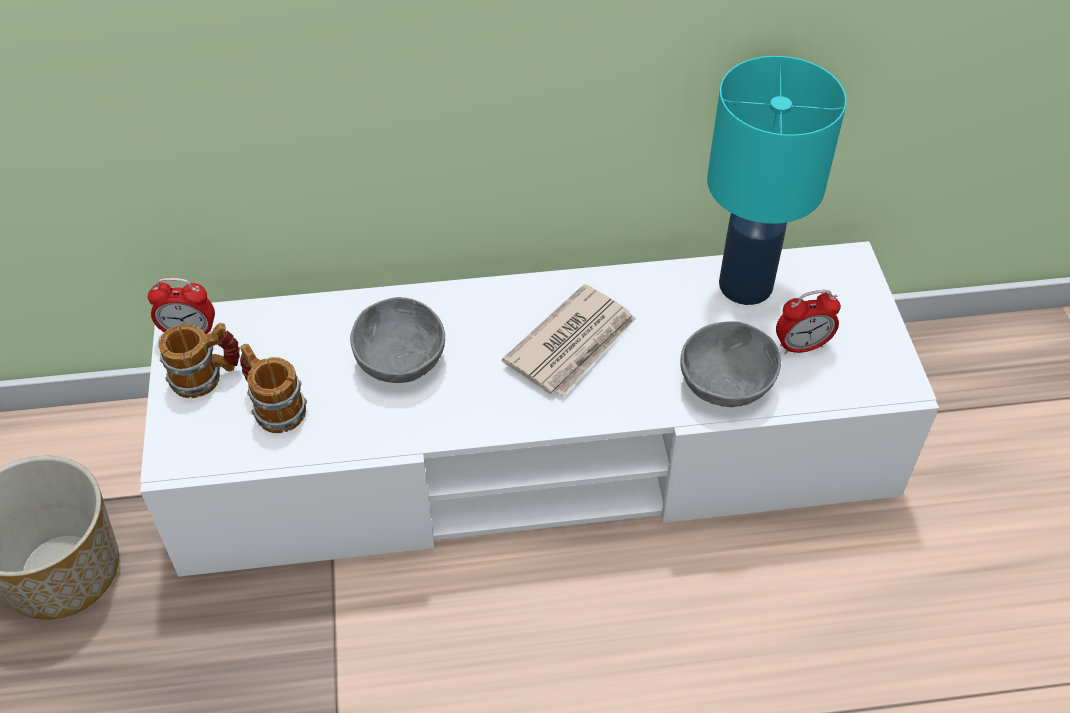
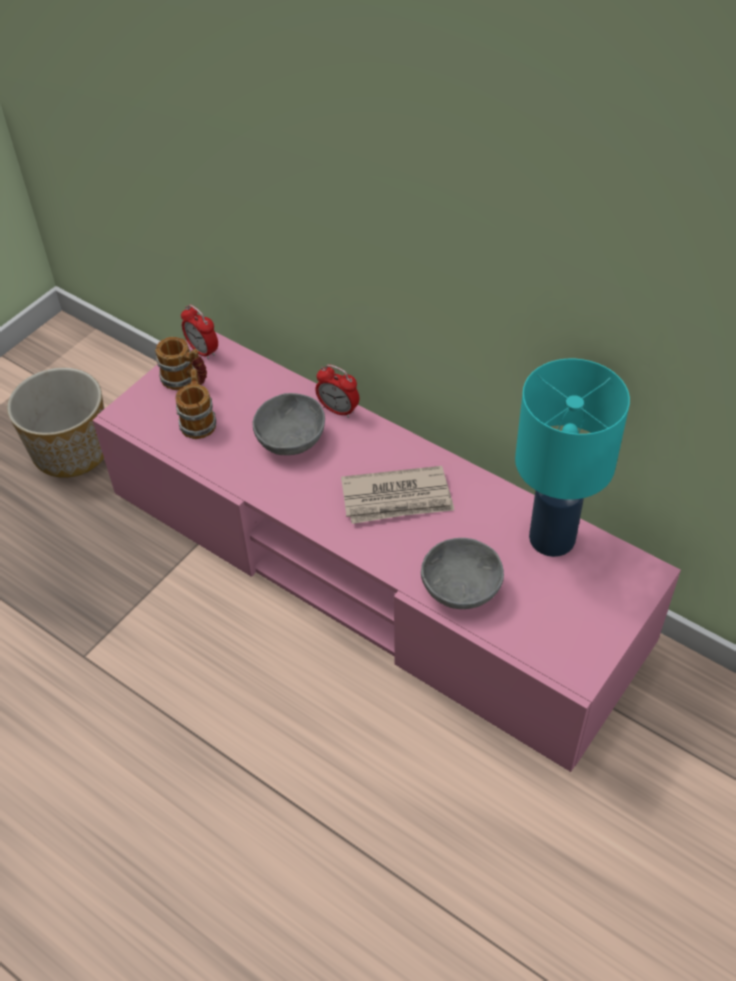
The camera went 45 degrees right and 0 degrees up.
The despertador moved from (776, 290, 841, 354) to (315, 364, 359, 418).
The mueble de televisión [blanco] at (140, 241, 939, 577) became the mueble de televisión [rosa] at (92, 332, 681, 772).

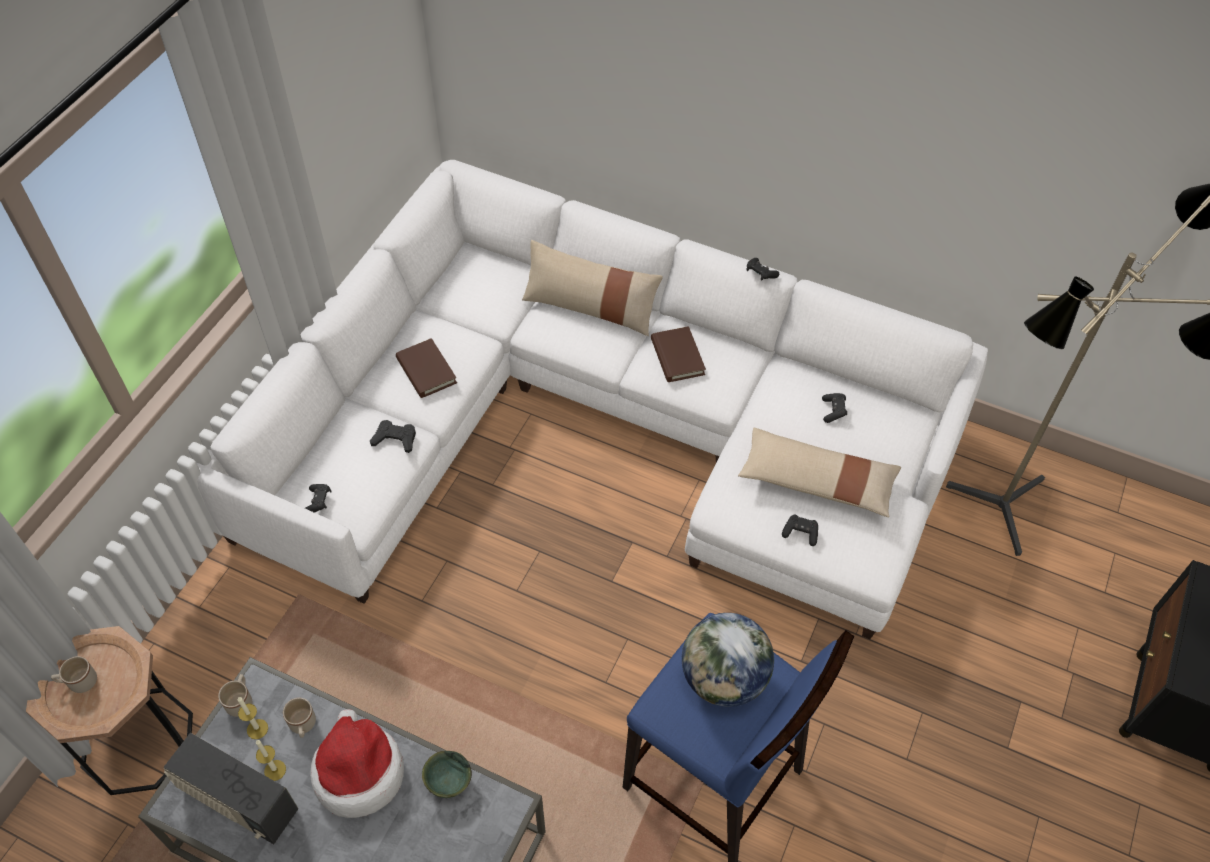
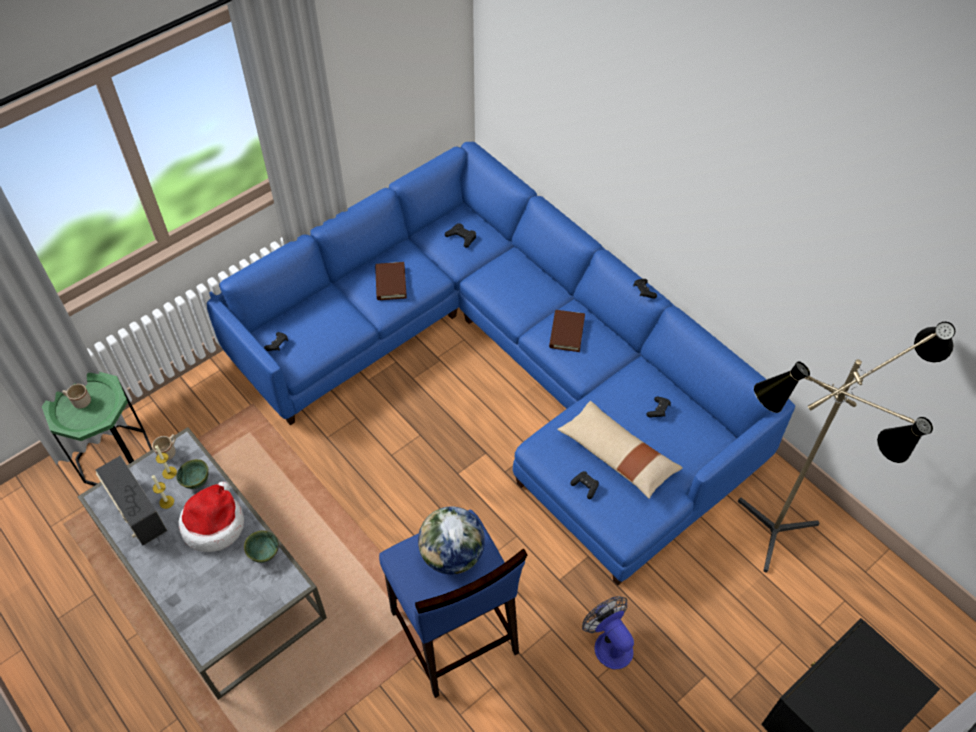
The camera went 25 degrees right and 0 degrees up.
The cojín [beis] at (522, 240, 663, 336) disappeared.
The ventilador at (582, 596, 634, 669) appeared.
The mando de consola [negro] moved from (370, 420, 416, 453) to (445, 223, 476, 248).
The taza grande [beis] at (283, 698, 316, 738) was replaced by the cuenco [verde] at (176, 459, 208, 489).
The mesa auxiliar [marrón] at (26, 626, 193, 795) became the mesa auxiliar [verde] at (42, 372, 152, 486).
The sofá [blanco] at (197, 160, 988, 639) became the sofá [azul] at (207, 142, 795, 586).

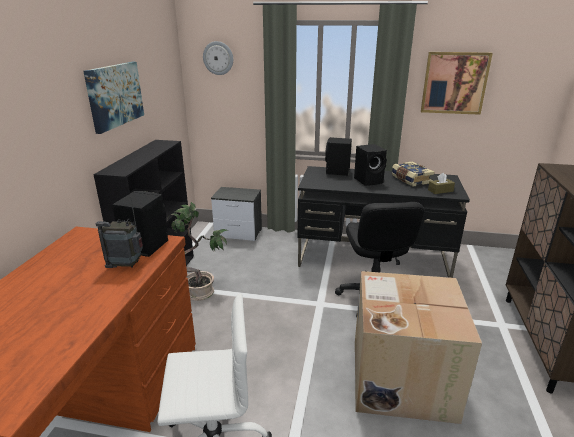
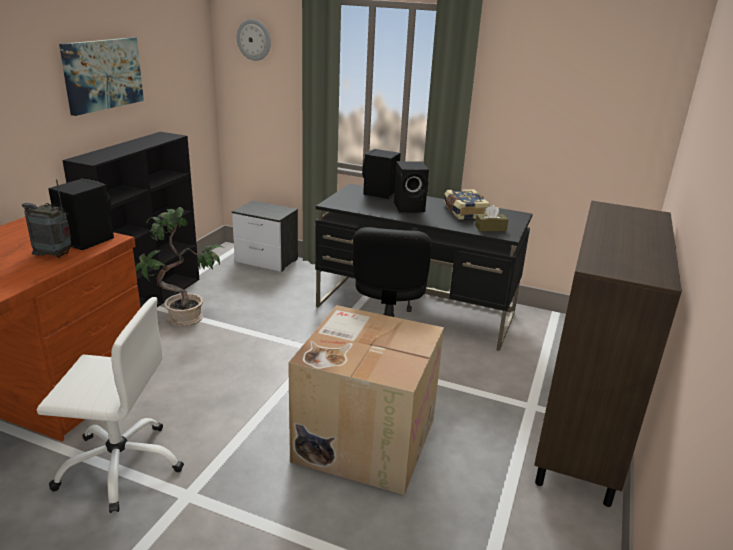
The camera went 10 degrees right and 0 degrees up.
The cuadro at (421, 52, 493, 115) disappeared.

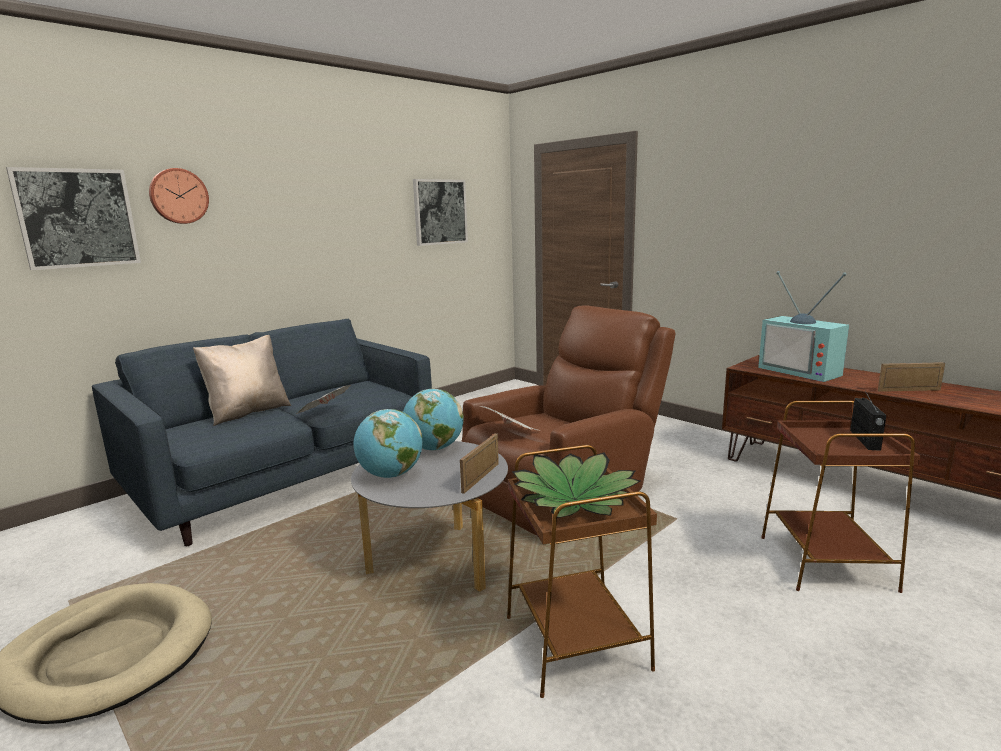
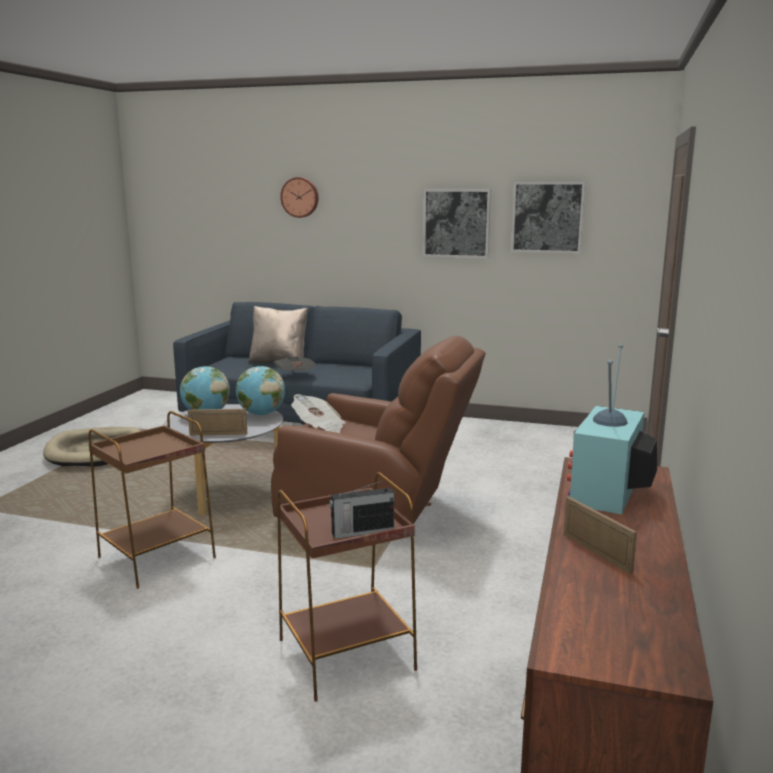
The camera went 60 degrees right and 0 degrees up.
The planta en maceta at (512, 452, 641, 518) disappeared.
The cuadro moved from (6, 167, 141, 270) to (423, 189, 491, 258).

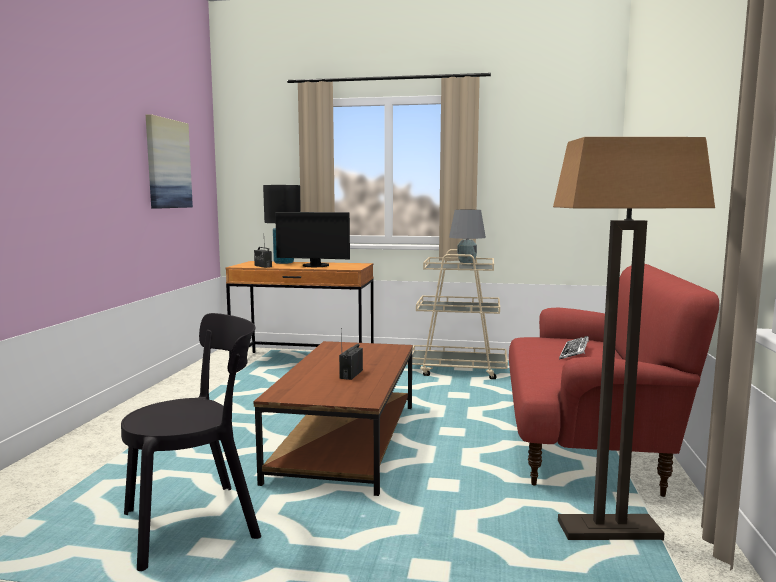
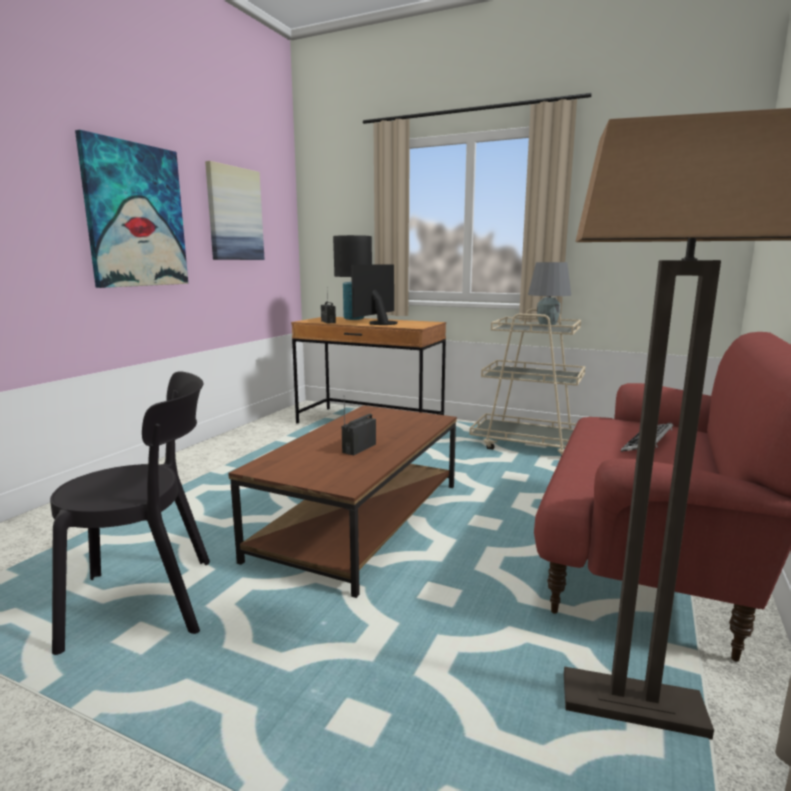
The camera went 15 degrees right and 5 degrees up.
The cuadro at (75, 130, 188, 288) appeared.
The monitor at (275, 212, 350, 267) turned 90 degrees clockwise.

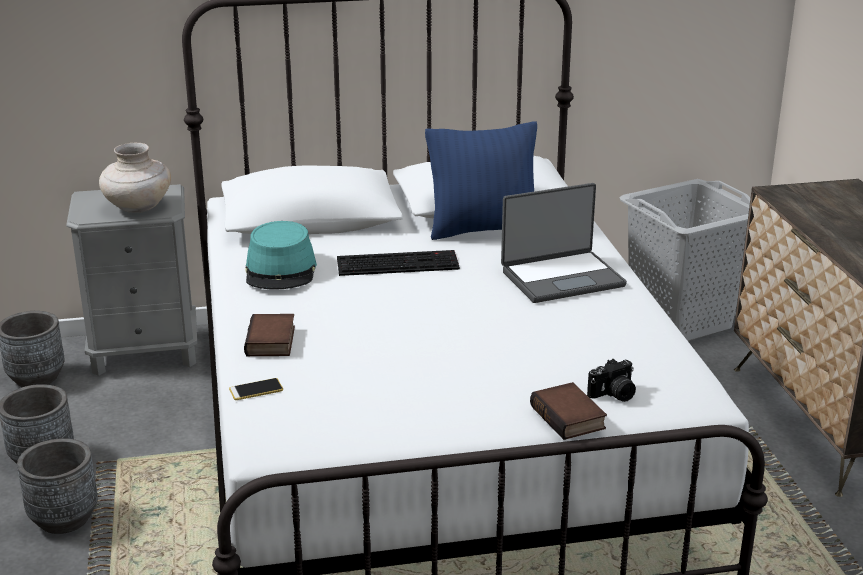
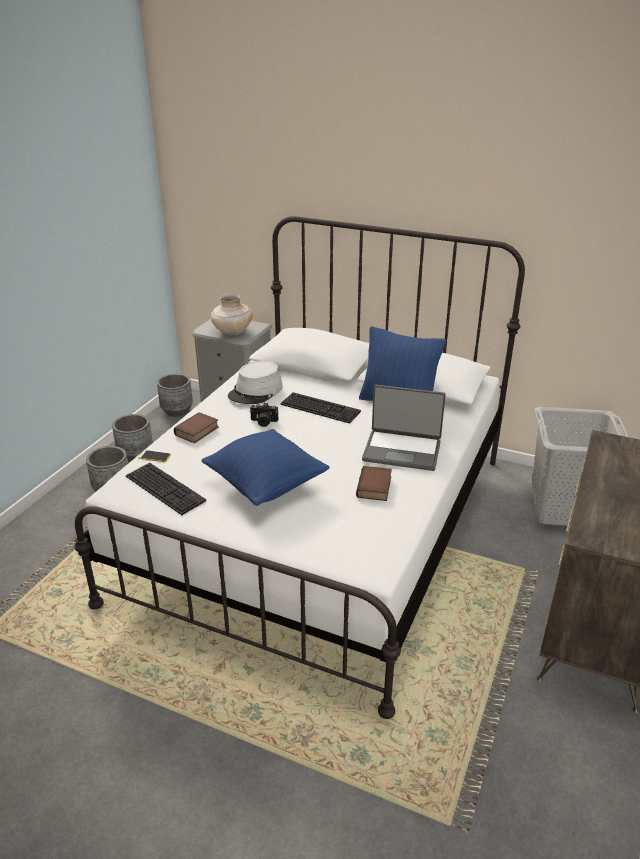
The camera went 35 degrees right and 5 degrees up.
The teclado at (126, 463, 206, 515) appeared.
The cojín [azul] at (201, 429, 330, 506) appeared.
The libro moved from (530, 382, 607, 440) to (356, 466, 392, 501).
The cámara moved from (587, 359, 636, 402) to (250, 403, 278, 427).
The sombrero [turquesa] at (245, 221, 317, 290) became the sombrero [gris] at (228, 361, 283, 404).

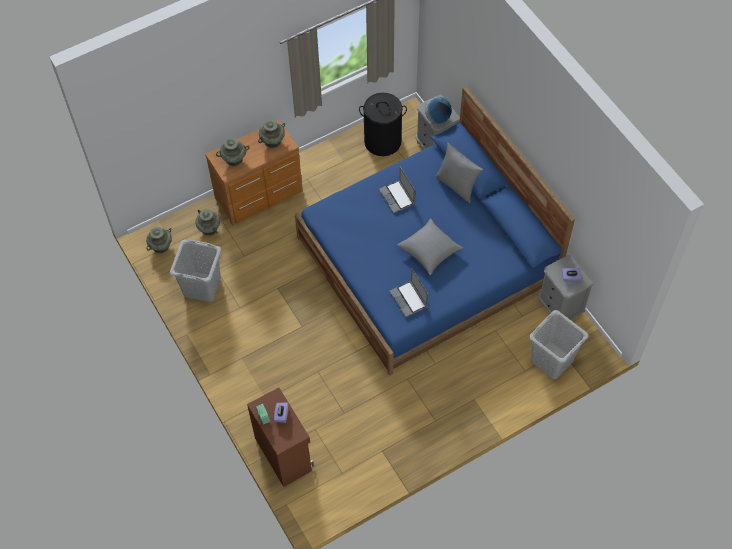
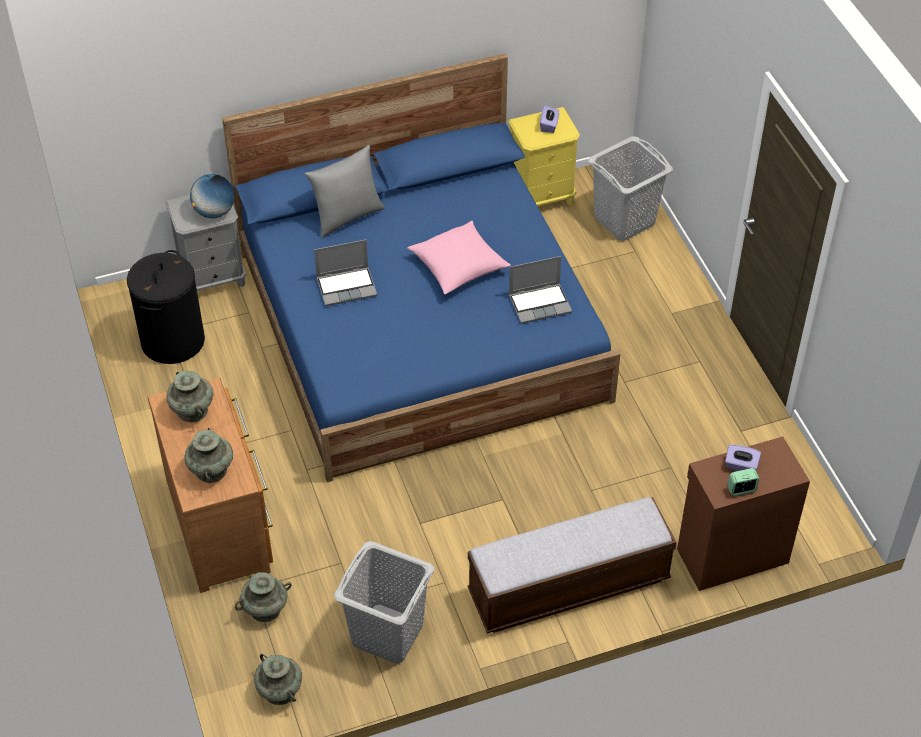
The camera went 80 degrees left and 10 degrees down.
The banco at (468, 497, 677, 634) appeared.
The cojín [gris] at (397, 218, 463, 275) became the cojín [rosa] at (407, 221, 511, 294).
The mesita de noche [gris] at (538, 254, 593, 320) became the mesita de noche [amarillo] at (508, 107, 580, 206).

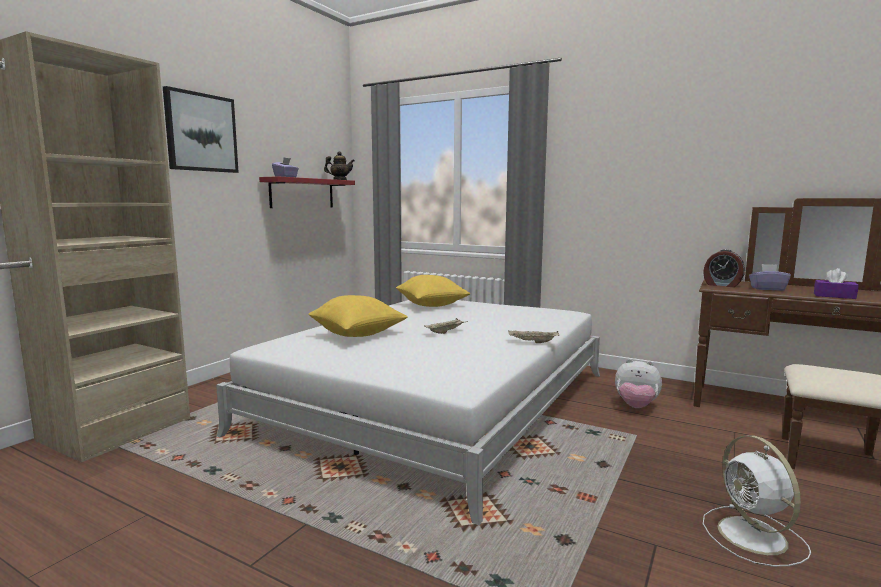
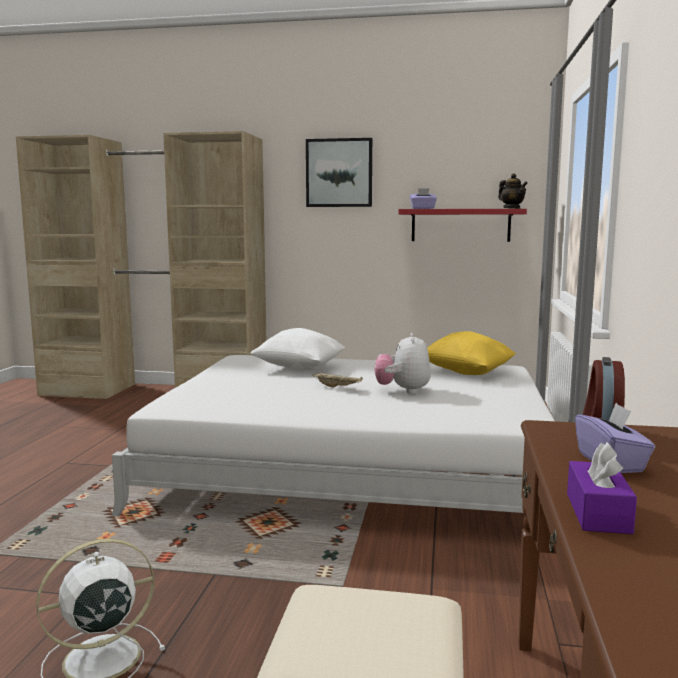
The camera went 70 degrees right and 0 degrees up.
The bandeja [beis] at (508, 331, 560, 343) disappeared.
The peluche moved from (615, 359, 662, 408) to (374, 333, 431, 394).
The cojín [amarillo] at (308, 295, 408, 337) became the cojín [blanco] at (250, 328, 345, 370).

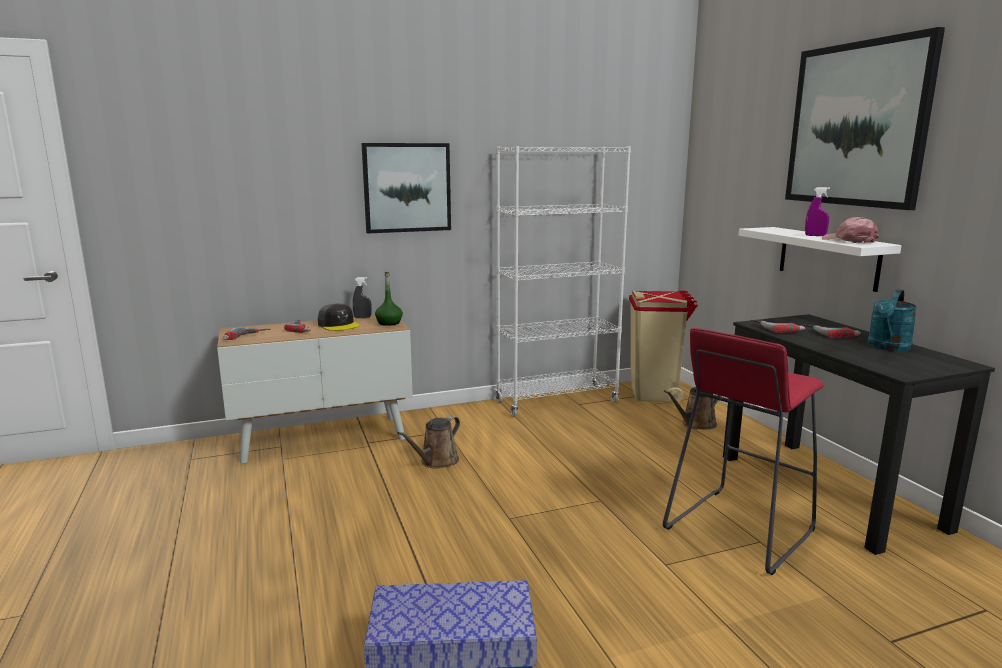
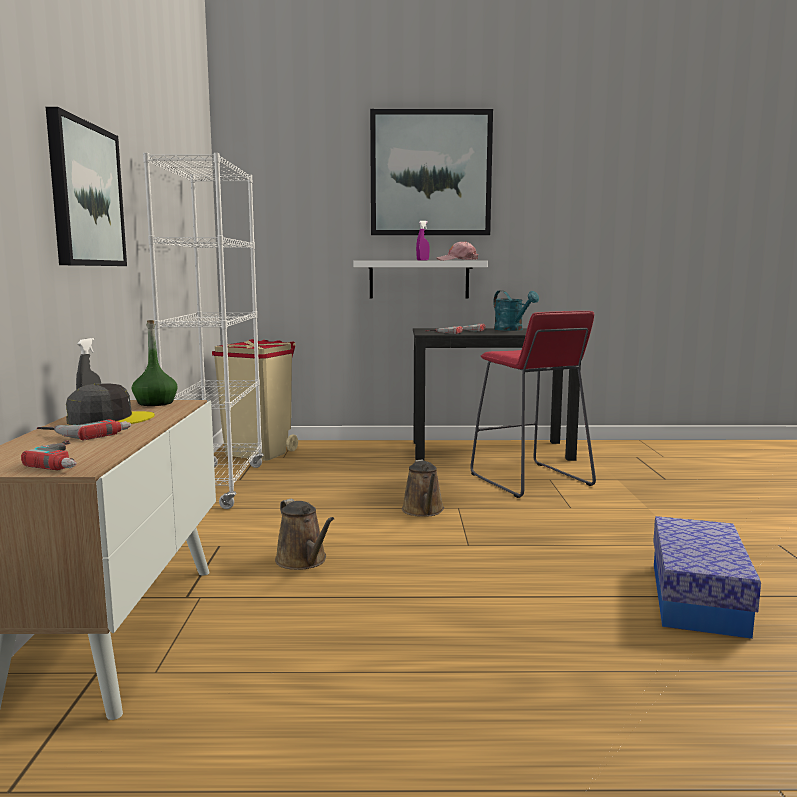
The camera went 70 degrees left and 5 degrees down.
The regadera [marrón] moved from (664, 387, 721, 429) to (402, 459, 444, 517).

